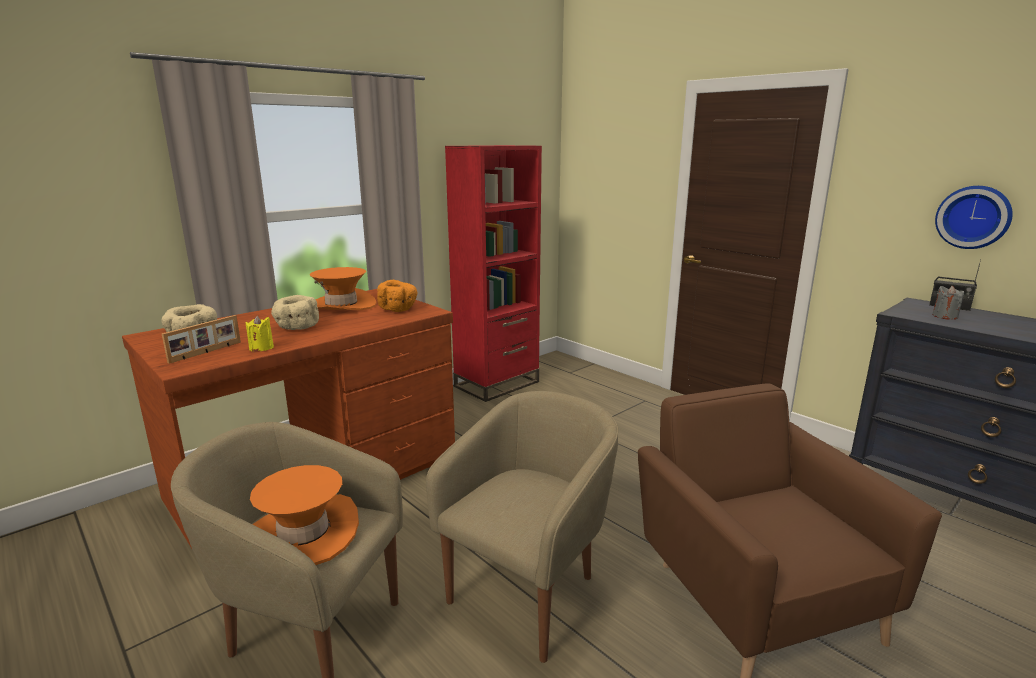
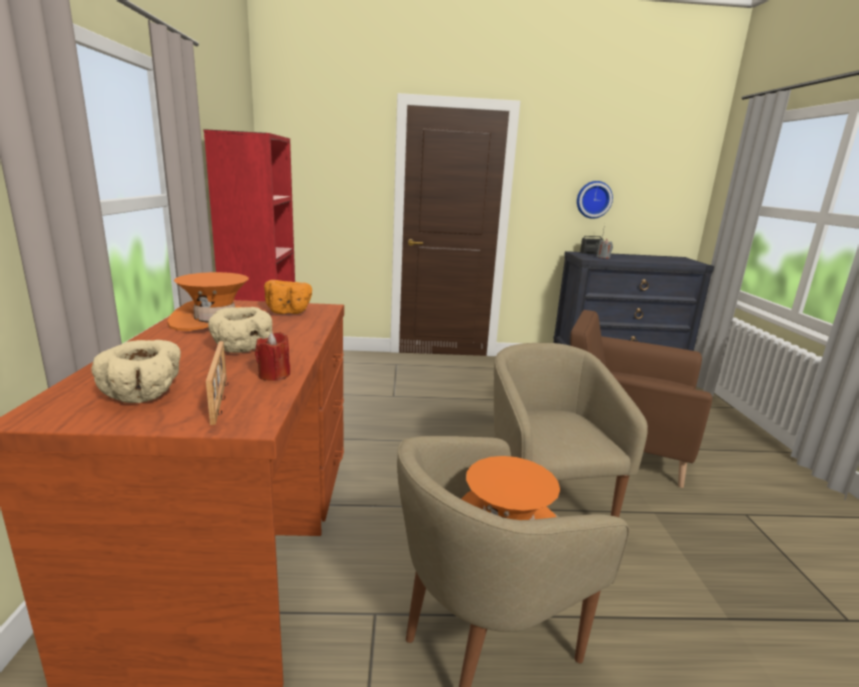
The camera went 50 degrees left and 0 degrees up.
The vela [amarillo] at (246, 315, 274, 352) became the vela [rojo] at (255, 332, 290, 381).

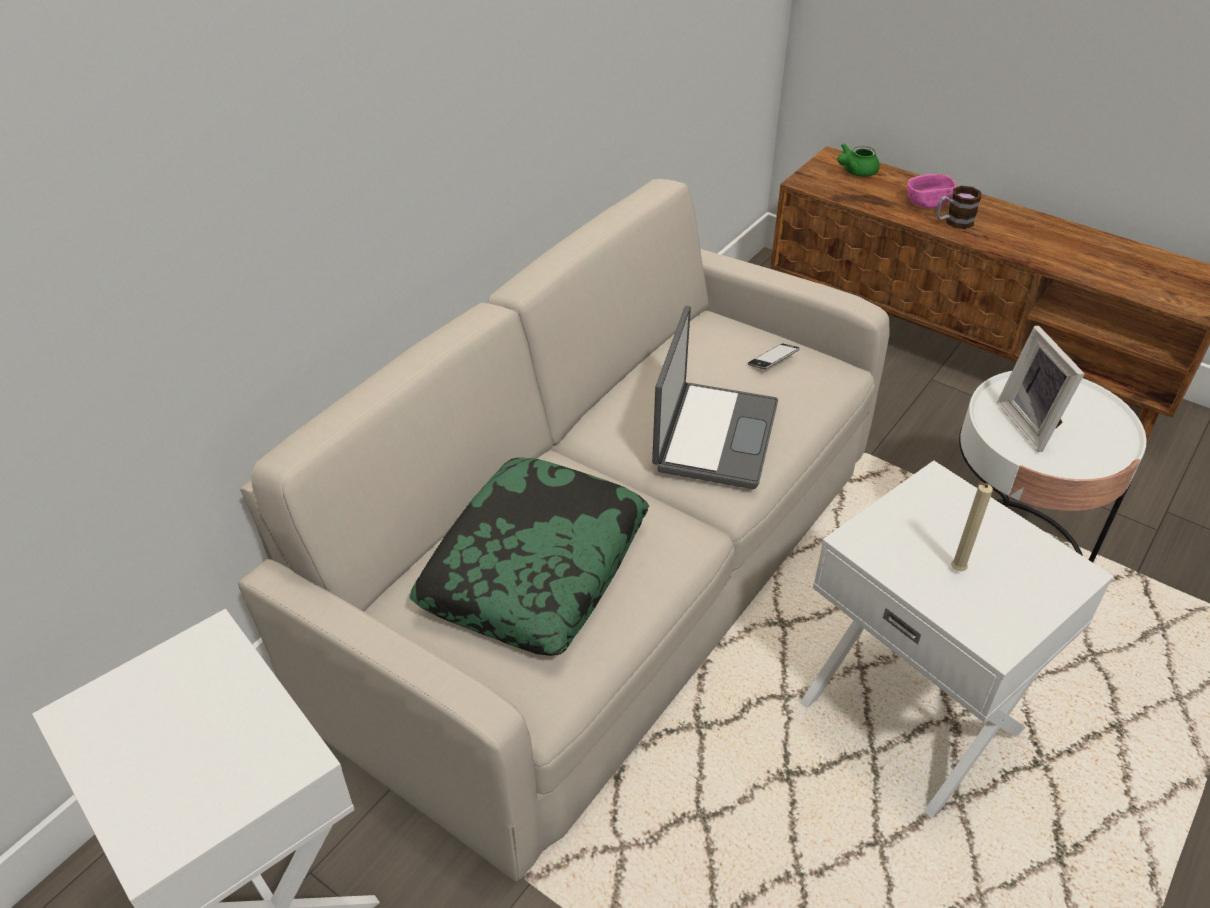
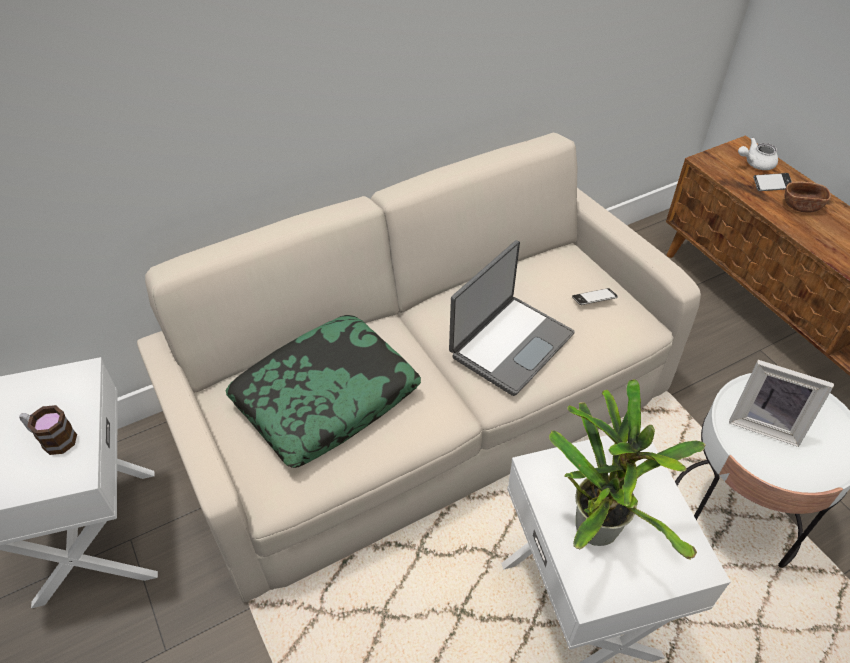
The camera went 25 degrees right and 5 degrees up.
The móvil at (753, 173, 792, 191) appeared.
The taza grande moved from (936, 186, 981, 229) to (19, 405, 77, 455).
The vela [beis] at (951, 482, 993, 571) was replaced by the planta en maceta at (549, 379, 705, 560).
The tetera [verde] at (838, 143, 880, 177) became the tetera [blanco] at (738, 137, 778, 170).
The cuenco [rosa] at (907, 174, 957, 208) became the cuenco [marrón] at (784, 182, 831, 212).
The portarretratos at (997, 326, 1085, 452) turned 75 degrees counterclockwise.

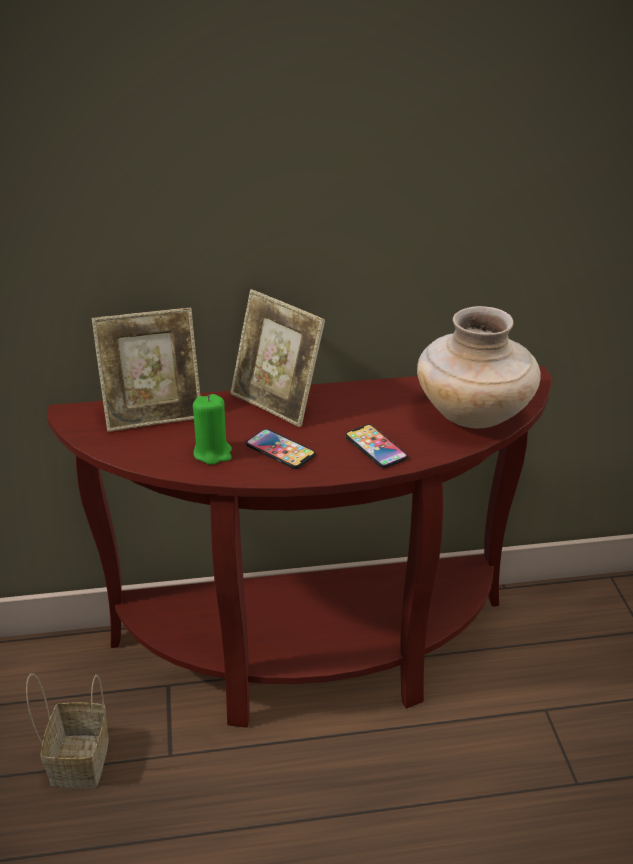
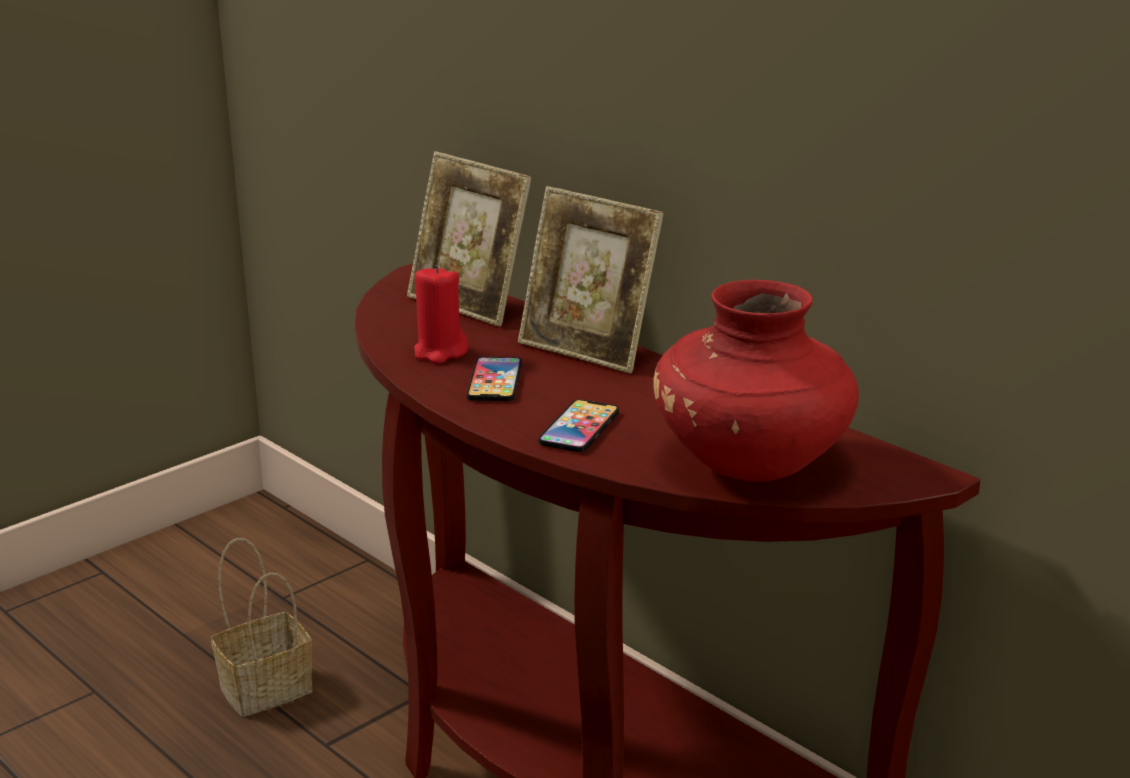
The camera went 55 degrees right and 10 degrees down.
The vela [verde] at (193, 394, 232, 465) became the vela [rojo] at (414, 265, 469, 364).
The florero [beis] at (417, 306, 541, 429) became the florero [rojo] at (653, 280, 859, 482).
The portarretratos at (230, 289, 325, 427) turned 60 degrees counterclockwise.

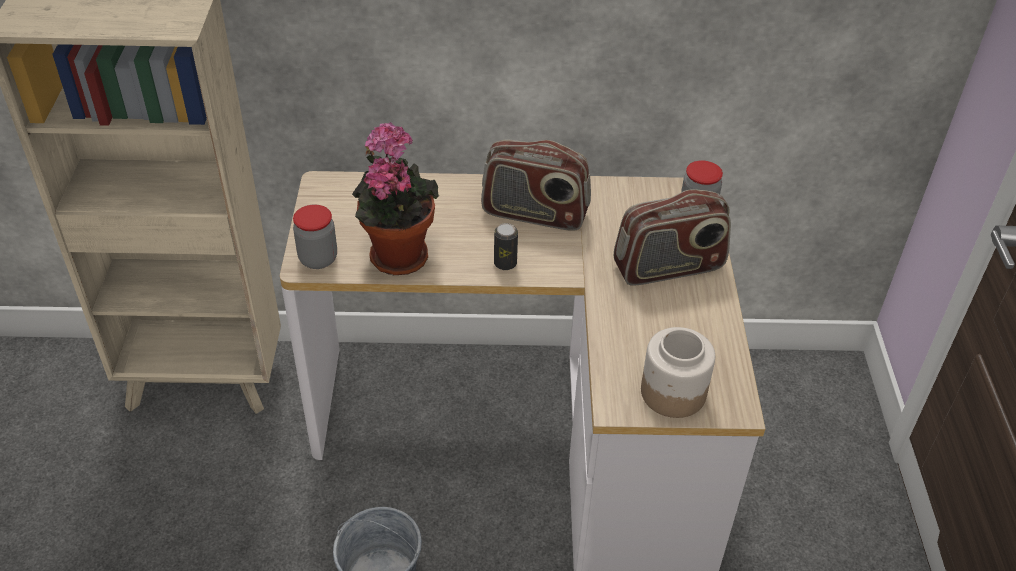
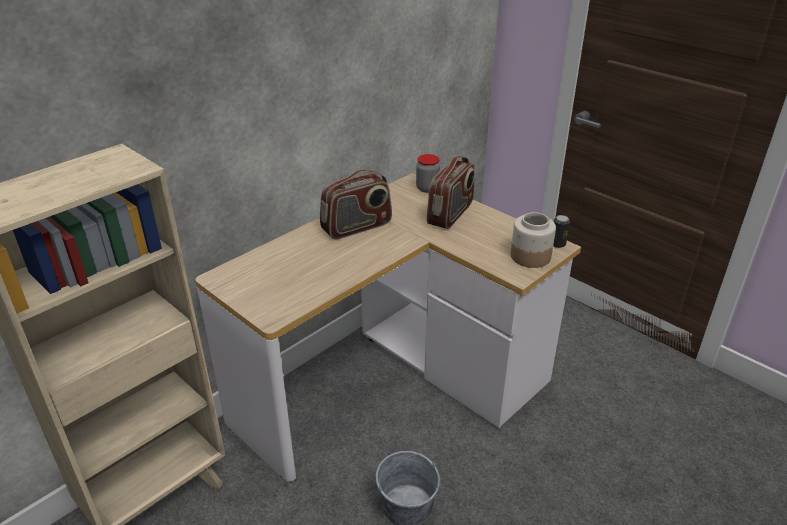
The camera went 45 degrees left and 10 degrees down.
The tarro at (293, 205, 337, 269) disappeared.
The planta en maceta at (352, 122, 439, 275) disappeared.
The lata moved from (494, 223, 518, 270) to (553, 215, 570, 248).

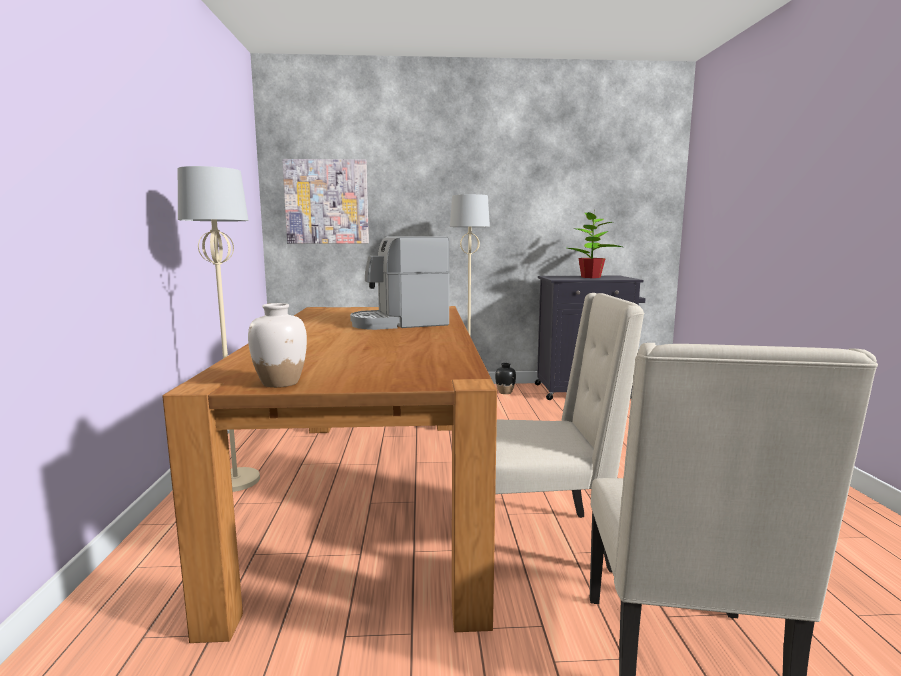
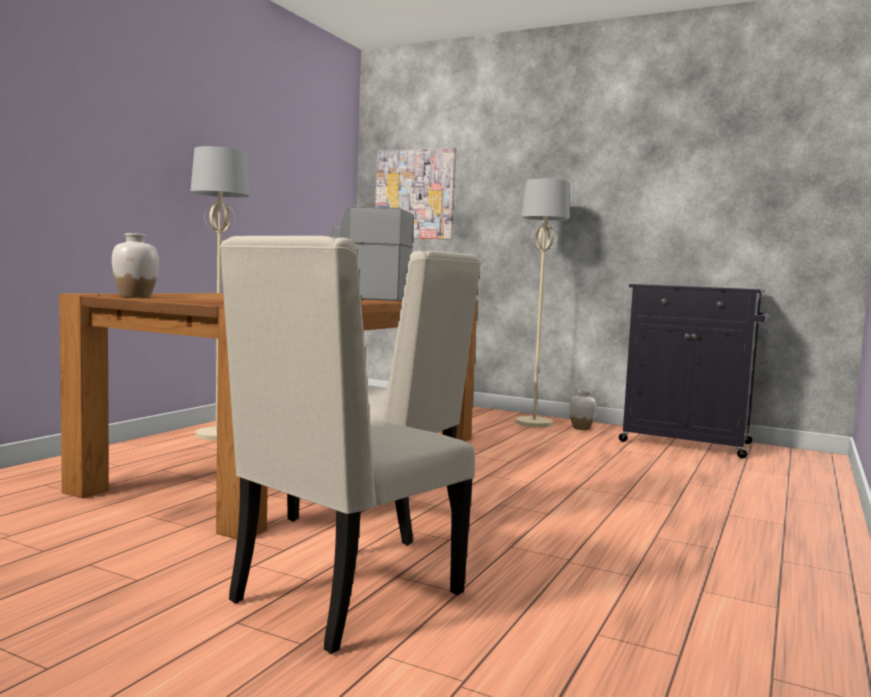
The camera went 30 degrees right and 5 degrees down.
The planta en maceta at (567, 208, 622, 278) disappeared.
The florero [negro] at (495, 363, 516, 394) became the florero [blanco] at (569, 390, 596, 430).

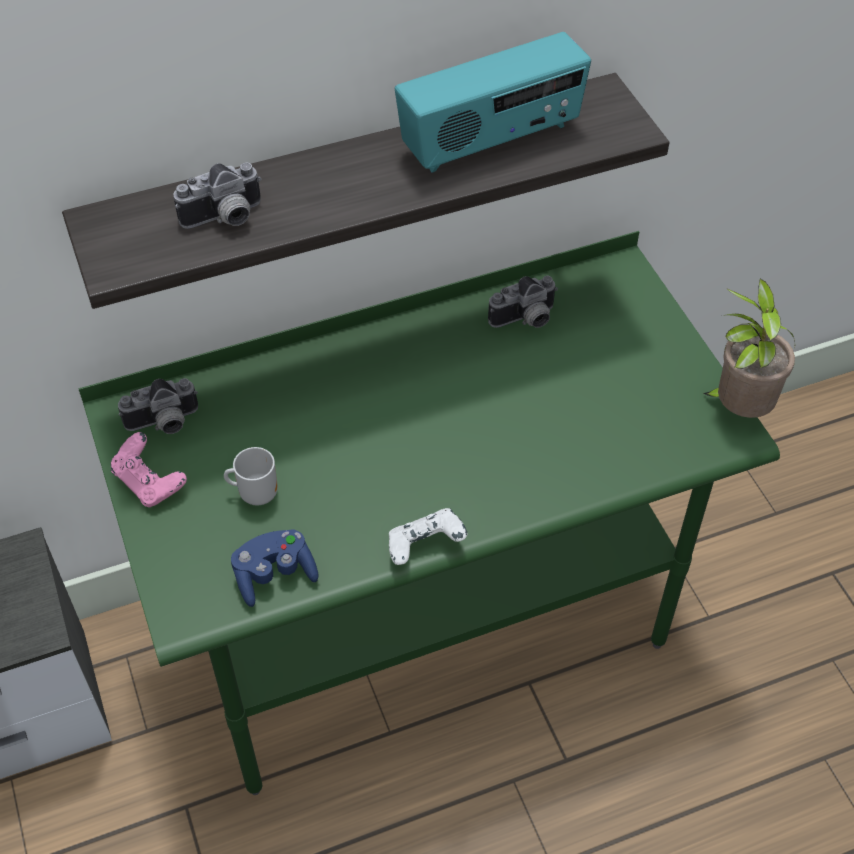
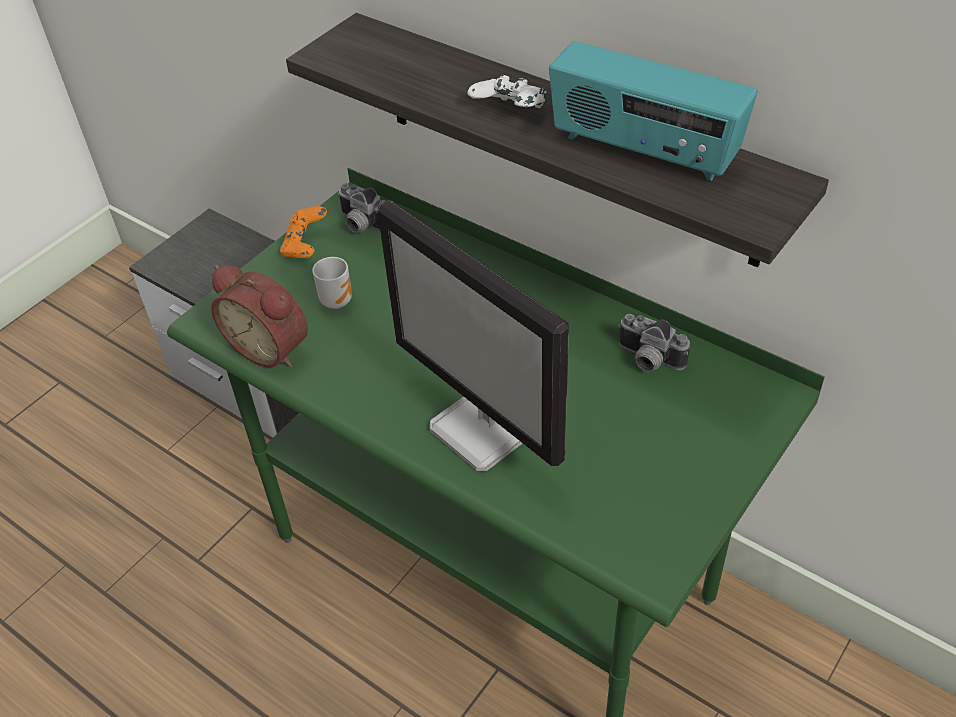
The camera went 60 degrees right and 5 degrees down.
The cámara at (173, 163, 261, 229) disappeared.
The planta en maceta at (703, 278, 796, 418) disappeared.
The monitor at (378, 200, 569, 471) appeared.
The mando de consola [blanco] moved from (389, 508, 467, 565) to (467, 75, 547, 108).
The mando de consola [azul] at (231, 529, 319, 607) was replaced by the despertador at (211, 265, 308, 368).
The mando de consola [rosa] at (111, 432, 187, 507) became the mando de consola [naranja] at (280, 206, 327, 258).

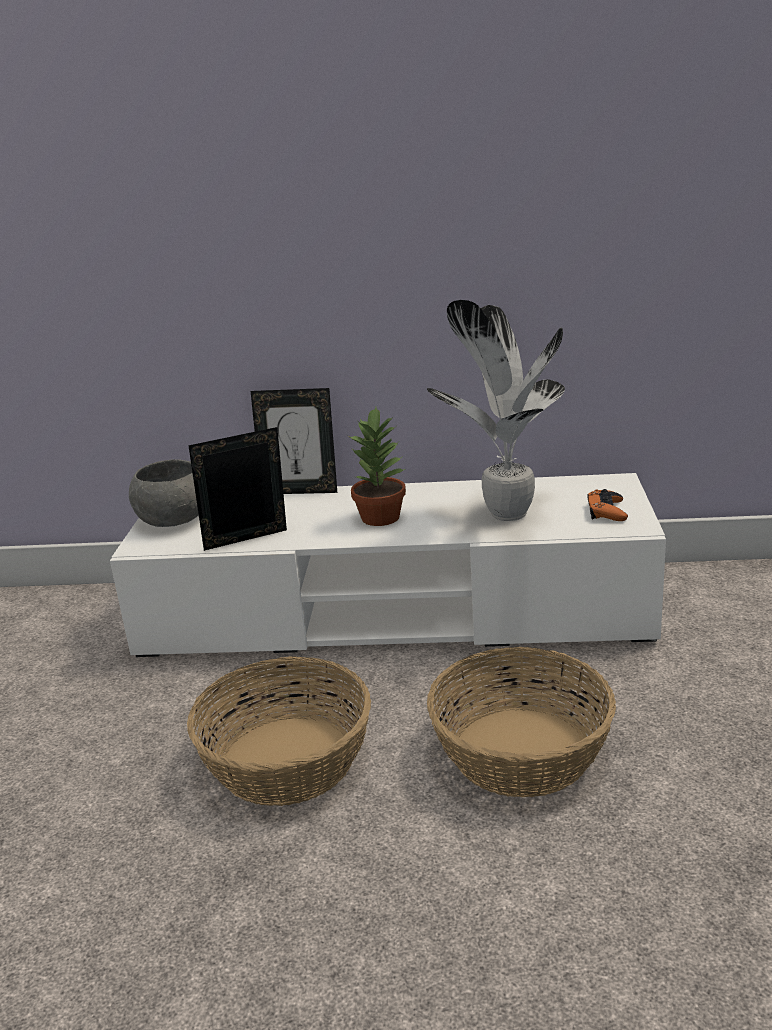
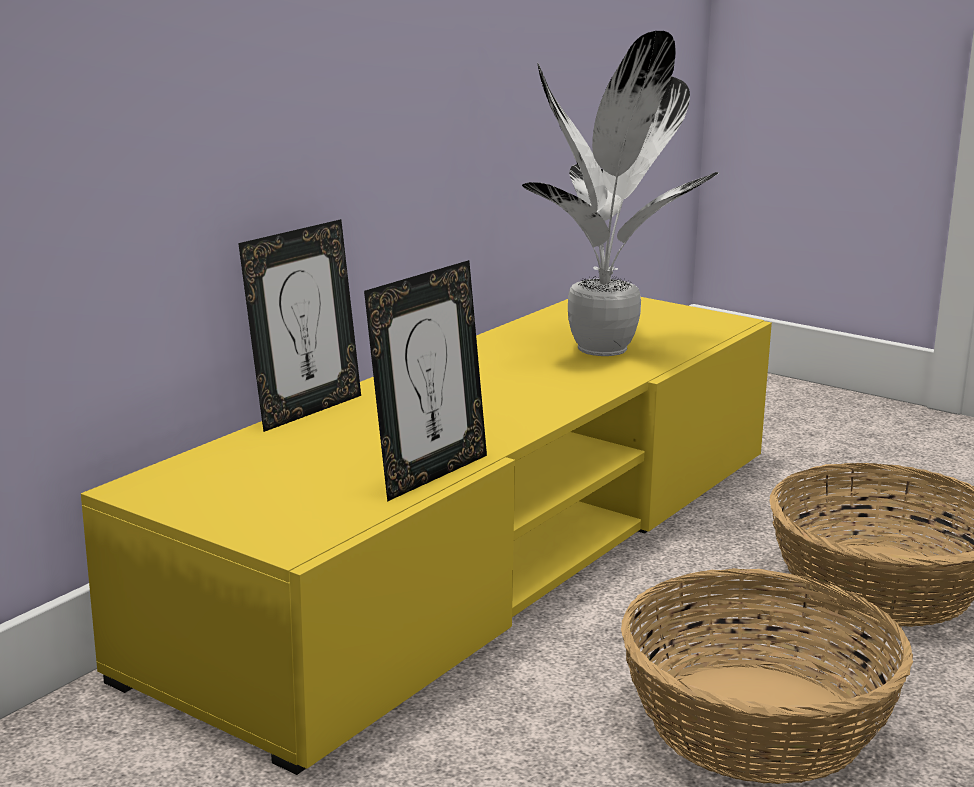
The camera went 60 degrees left and 5 degrees down.
The cuenco [gris] at (129, 459, 199, 527) disappeared.
The planta en maceta at (348, 407, 406, 526) disappeared.
The mando de consola [naranja] at (587, 489, 628, 521) disappeared.
The mueble de televisión [blanco] at (110, 473, 666, 657) became the mueble de televisión [amarillo] at (81, 297, 772, 775).
The portarretratos at (188, 427, 287, 551) turned 150 degrees counterclockwise.

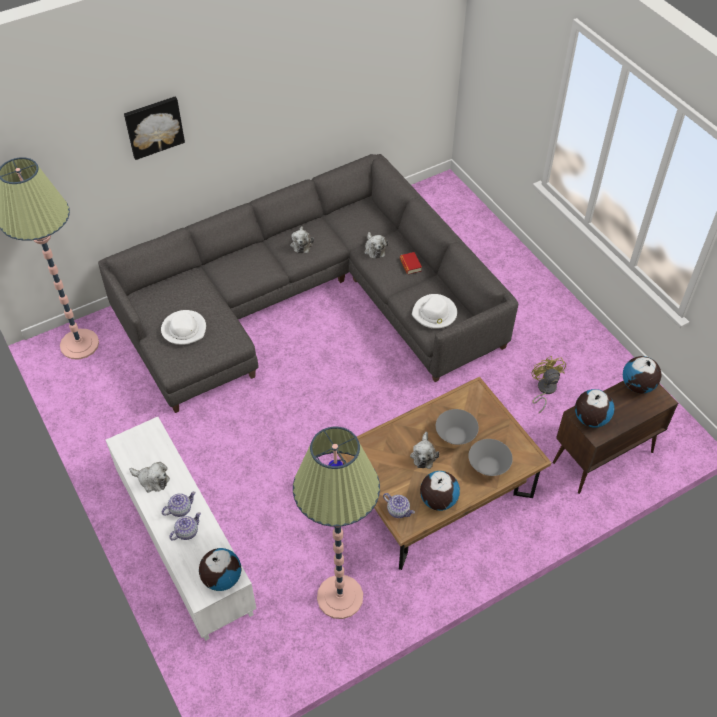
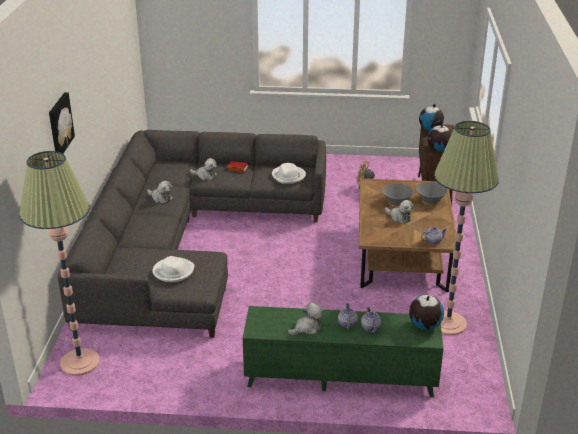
The camera went 55 degrees left and 20 degrees down.
The globo terráqueo at (420, 471, 460, 511) disappeared.
The mueble de televisión [blanco] at (106, 417, 257, 641) became the mueble de televisión [verde] at (243, 306, 444, 397).

